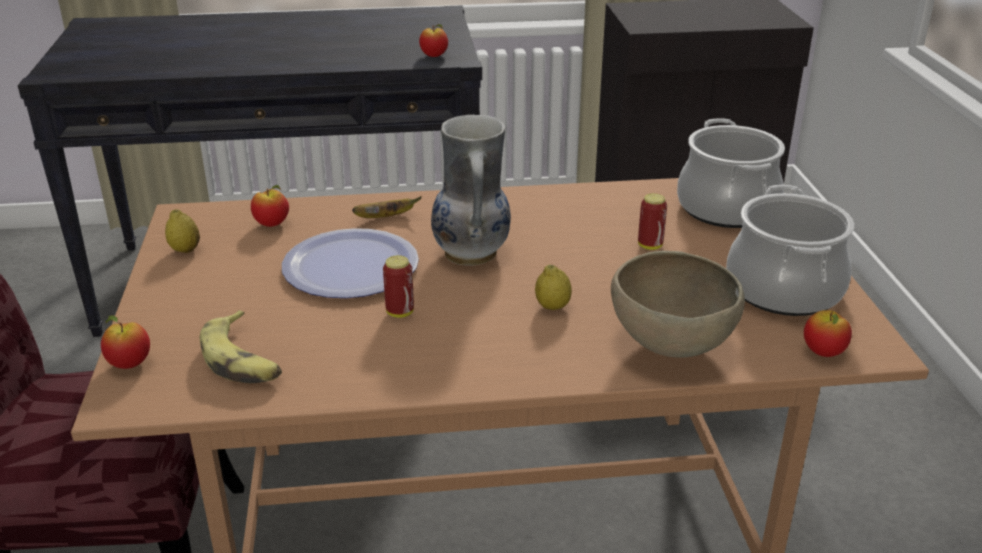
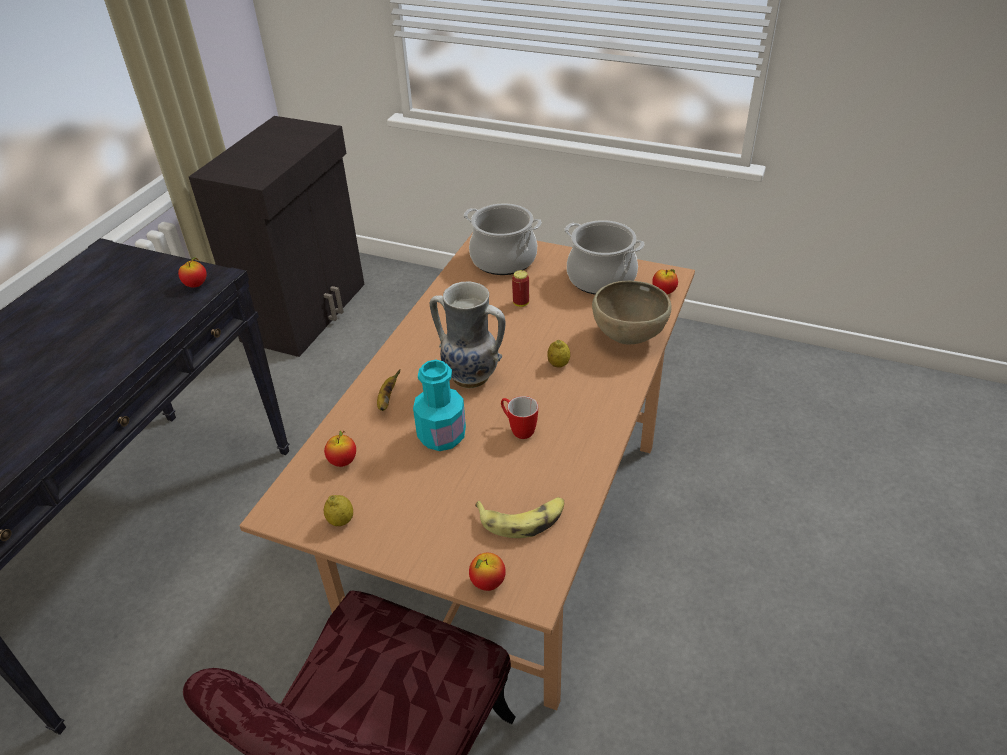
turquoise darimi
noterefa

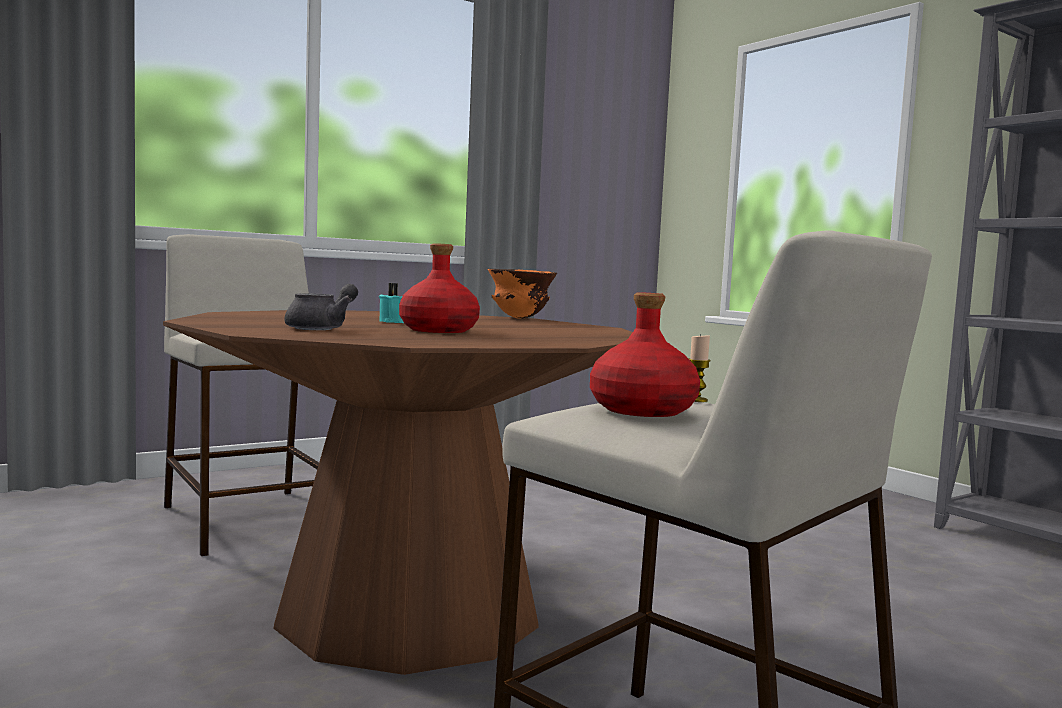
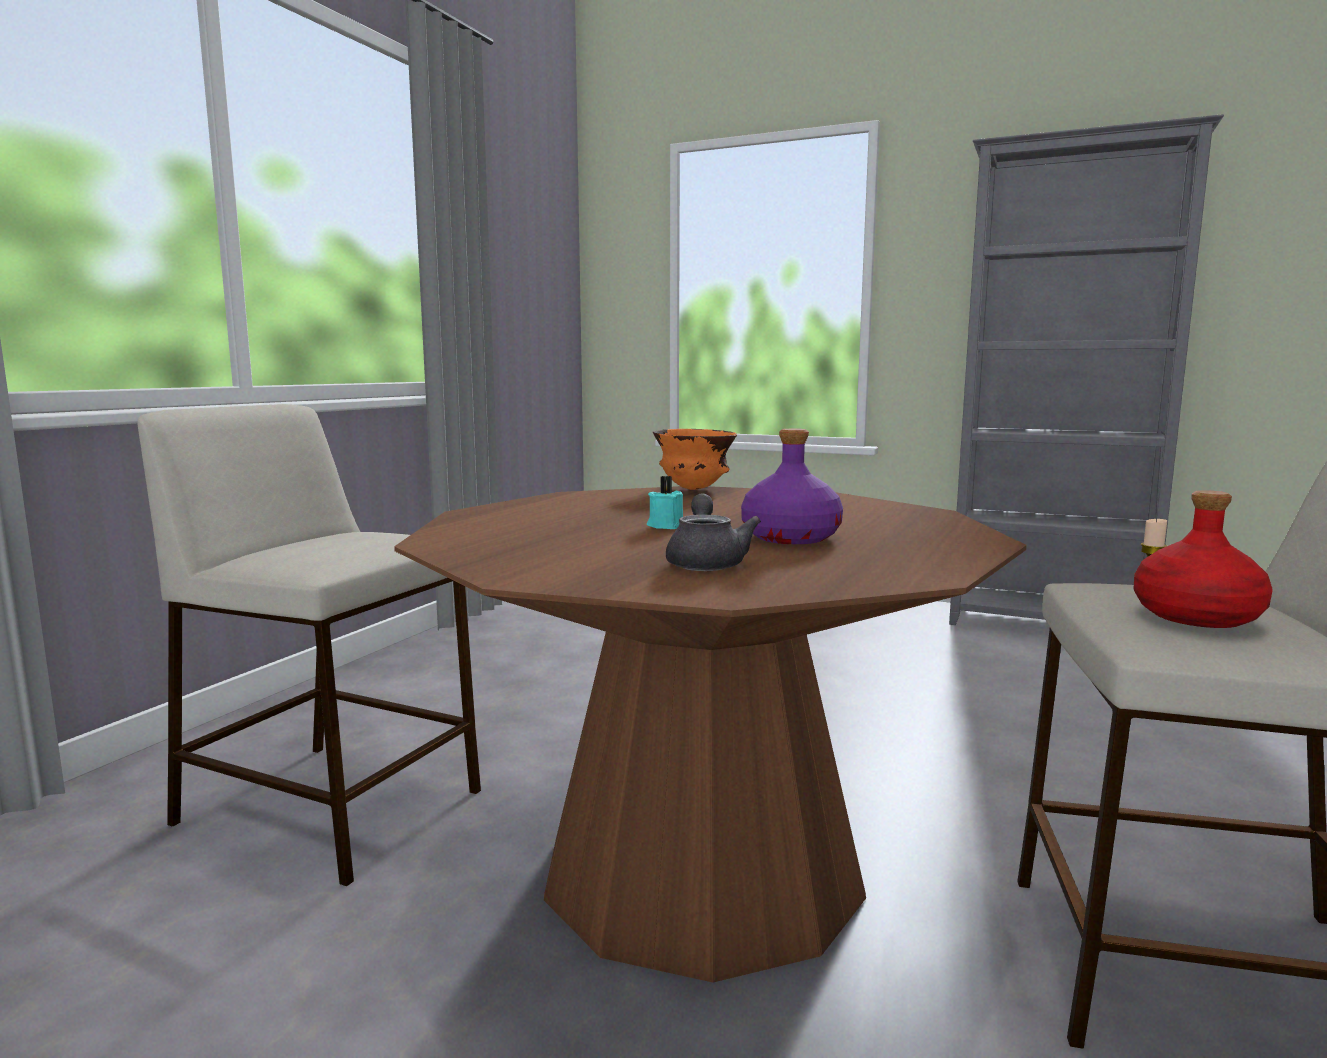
purple darimi

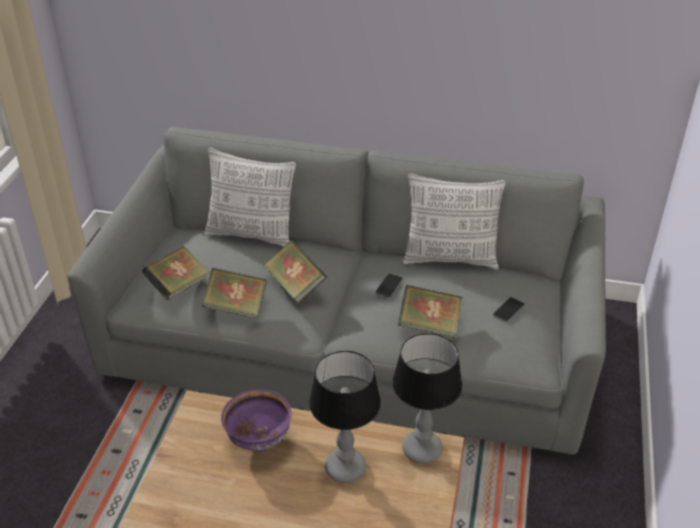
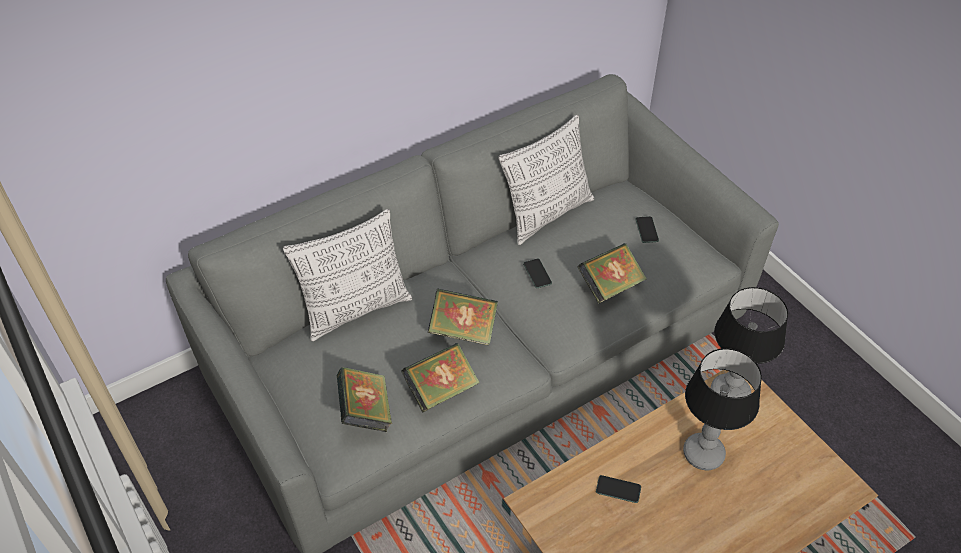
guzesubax (2nd from left)

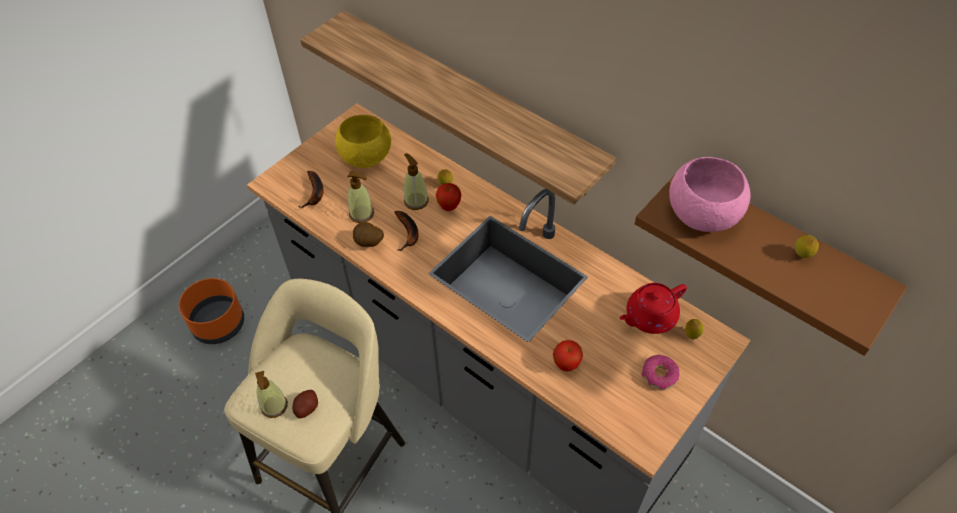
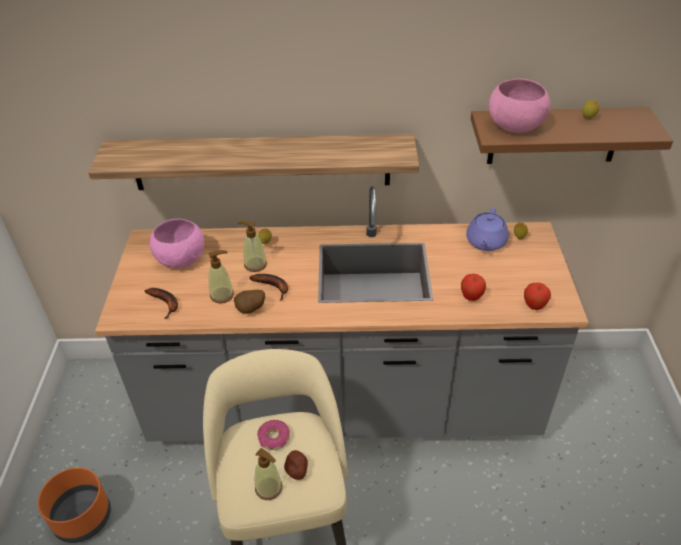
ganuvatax (2nd from left)
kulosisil
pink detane (1st from left)
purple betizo

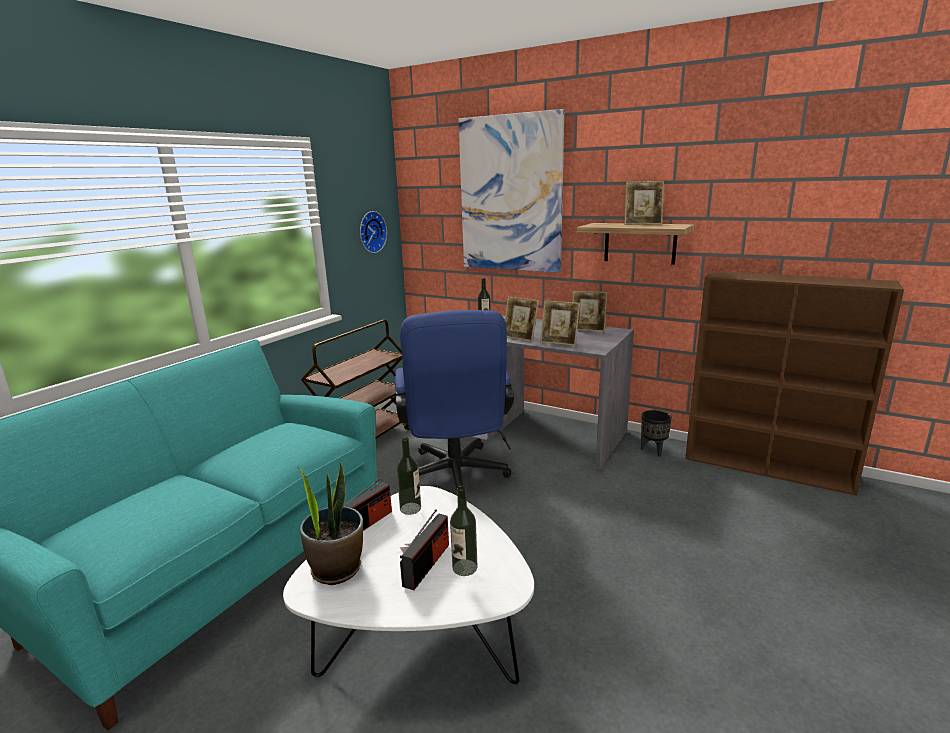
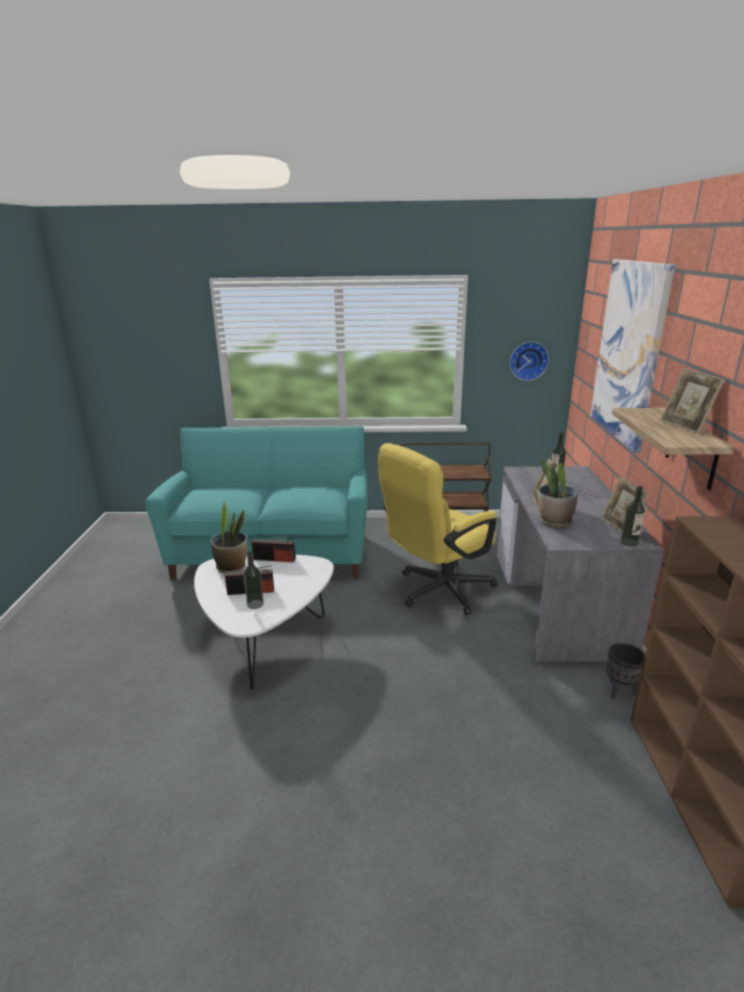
darimi (3rd from left)
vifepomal (2nd from left)
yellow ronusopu

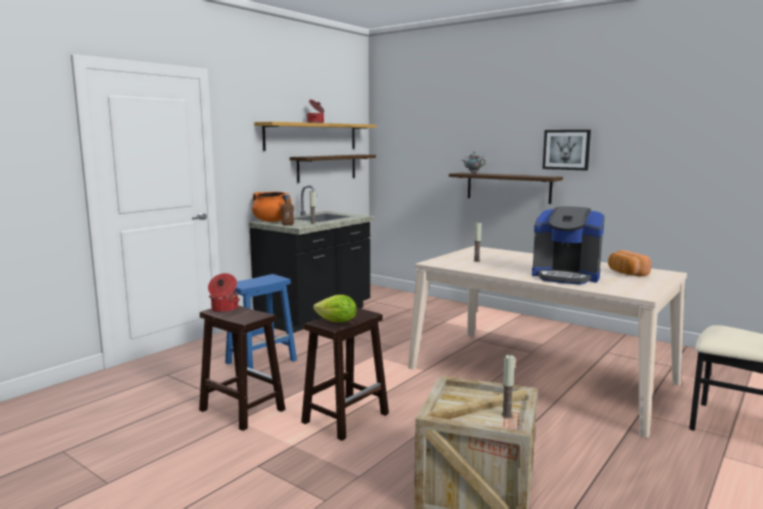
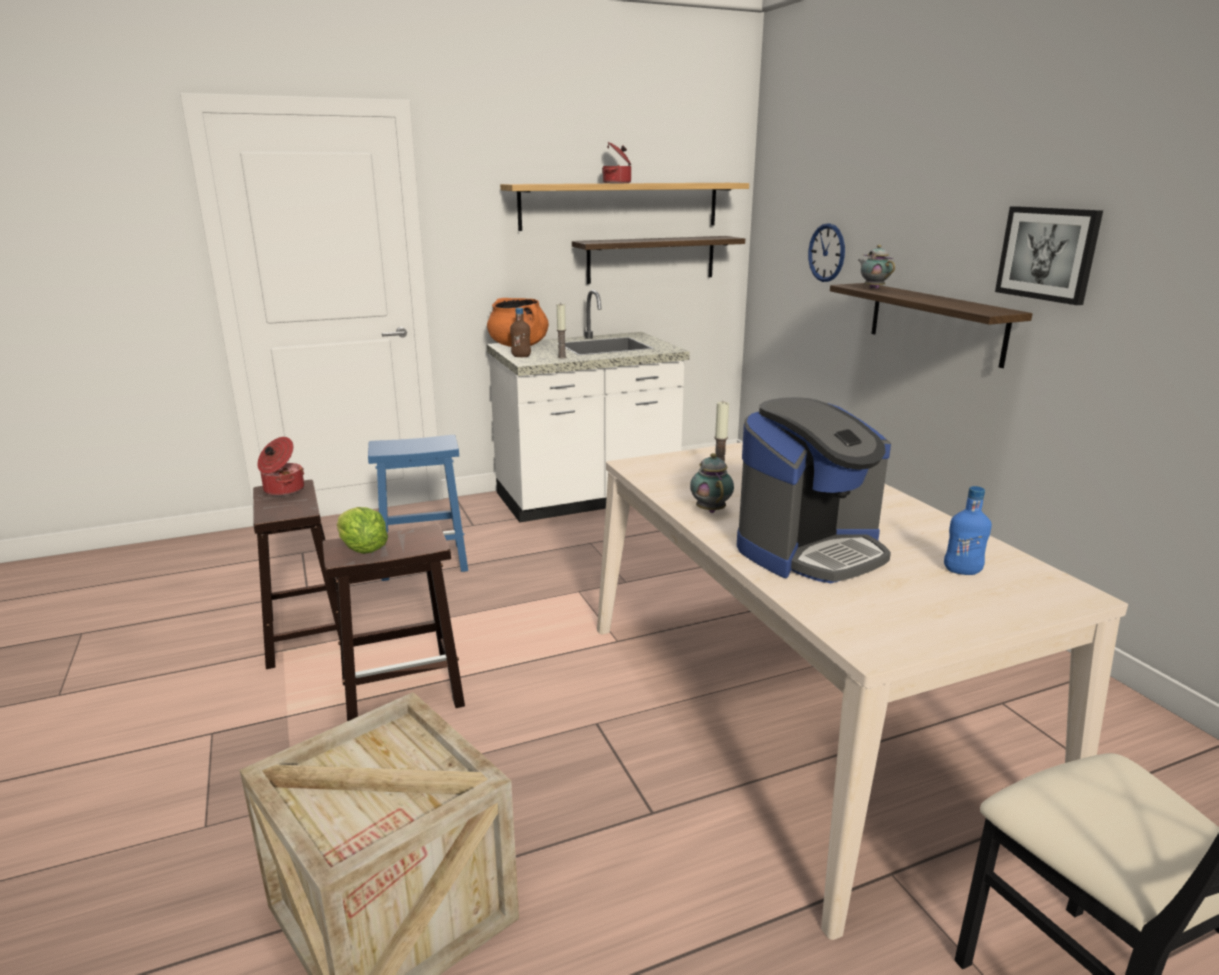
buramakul (3rd from left in the first image)
betizo (1st from left)
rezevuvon
blue darimi
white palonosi
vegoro

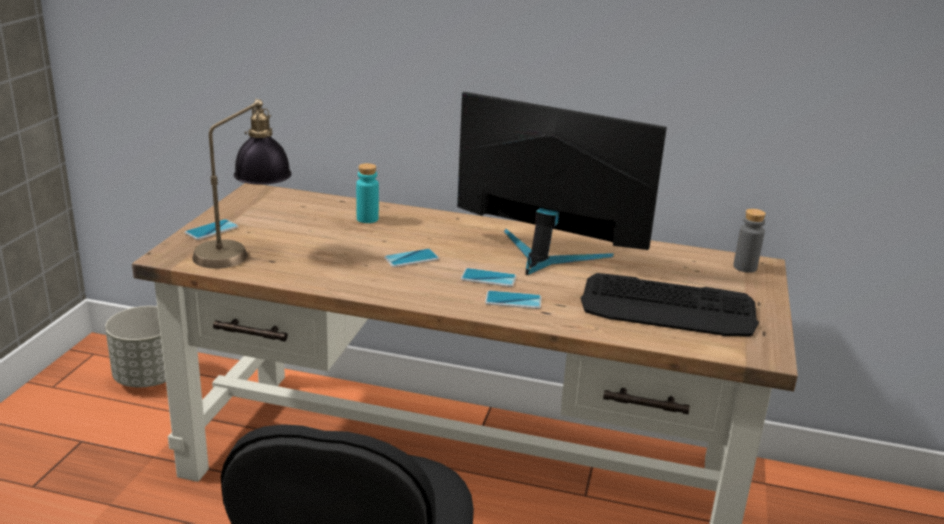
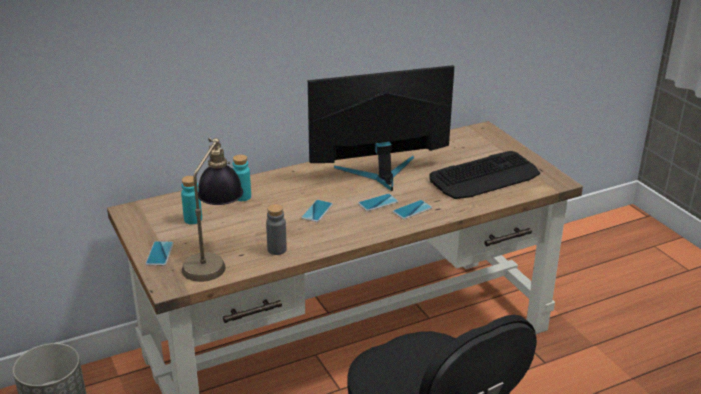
turquoise darimi (1st from left)
grey darimi

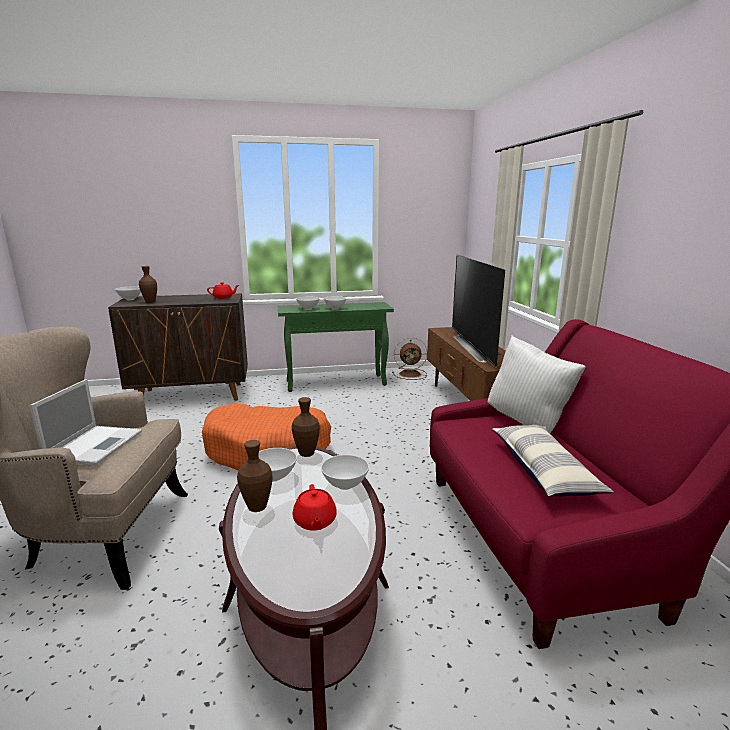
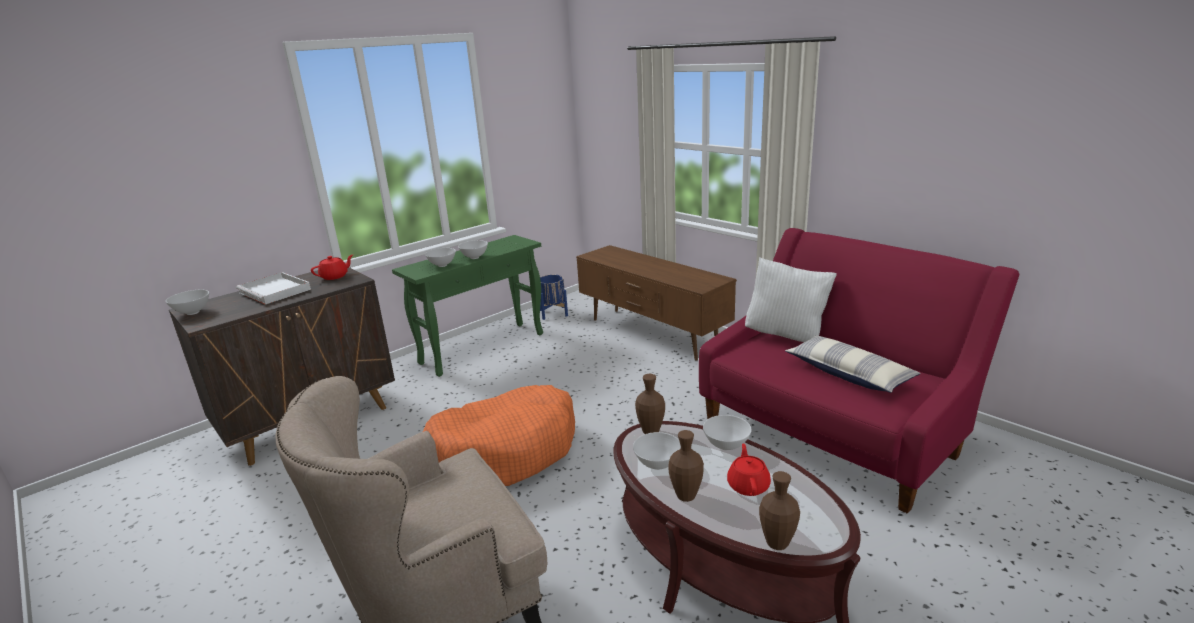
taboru
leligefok
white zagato
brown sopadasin (3rd from left)
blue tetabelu
red betizo (2nd from left)

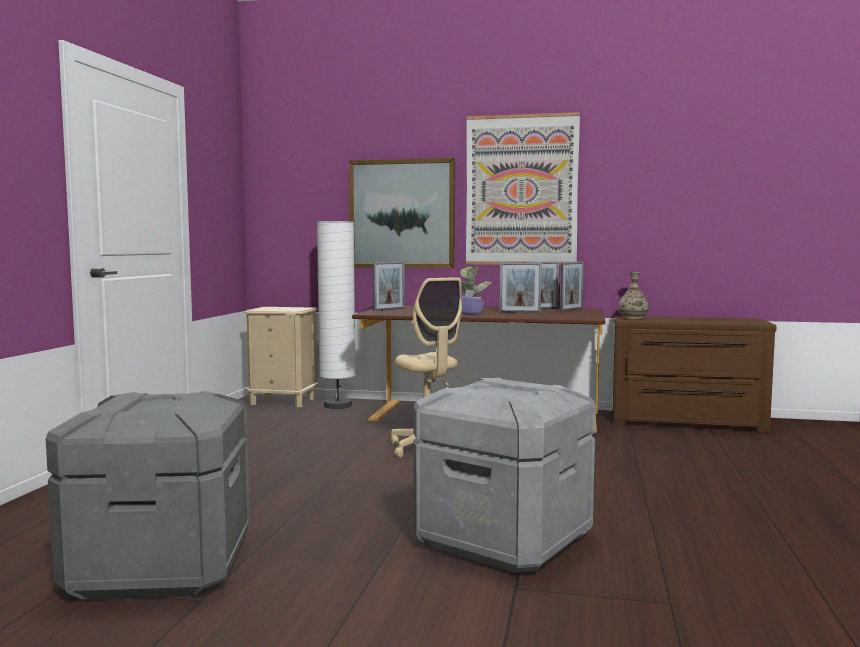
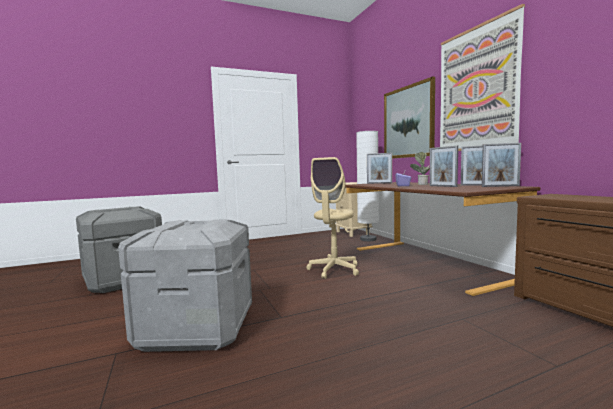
sopadasin

